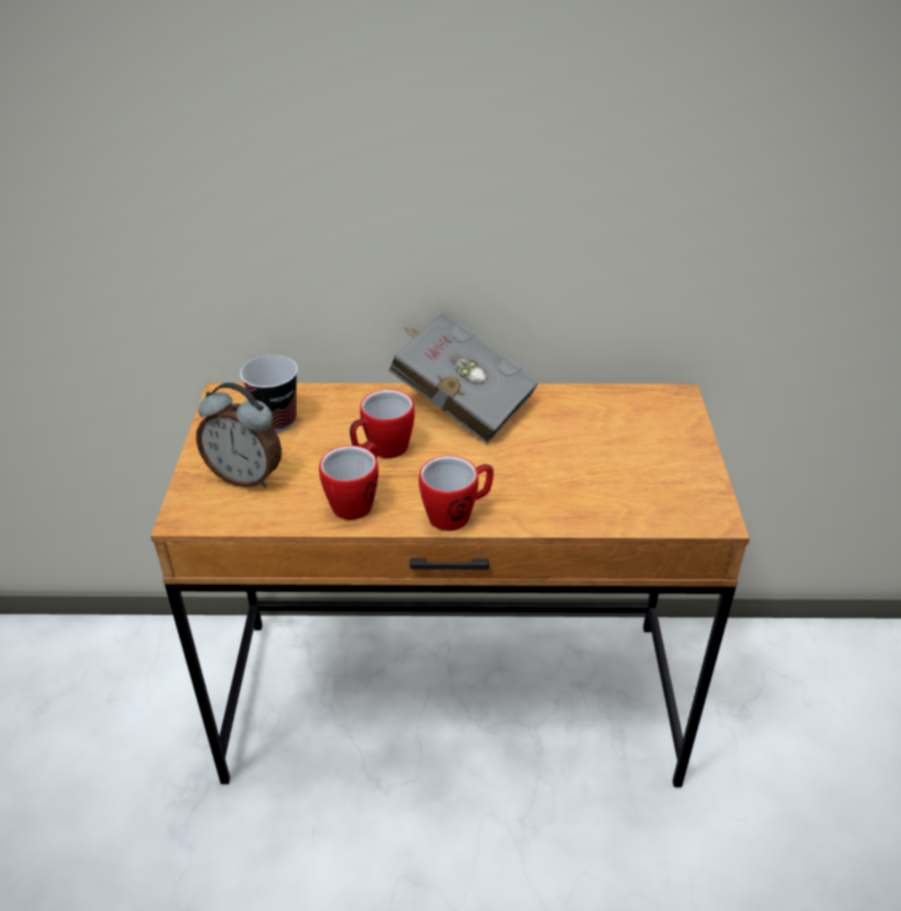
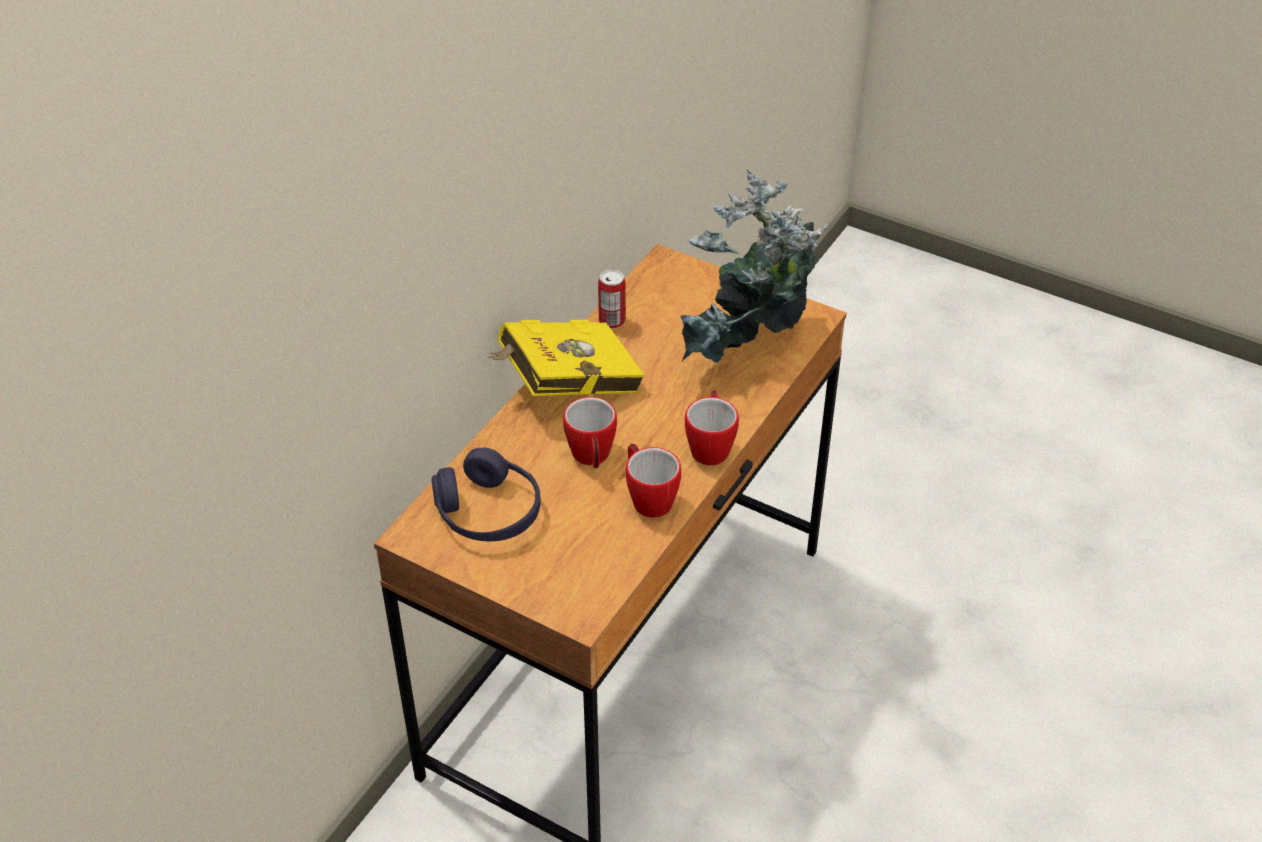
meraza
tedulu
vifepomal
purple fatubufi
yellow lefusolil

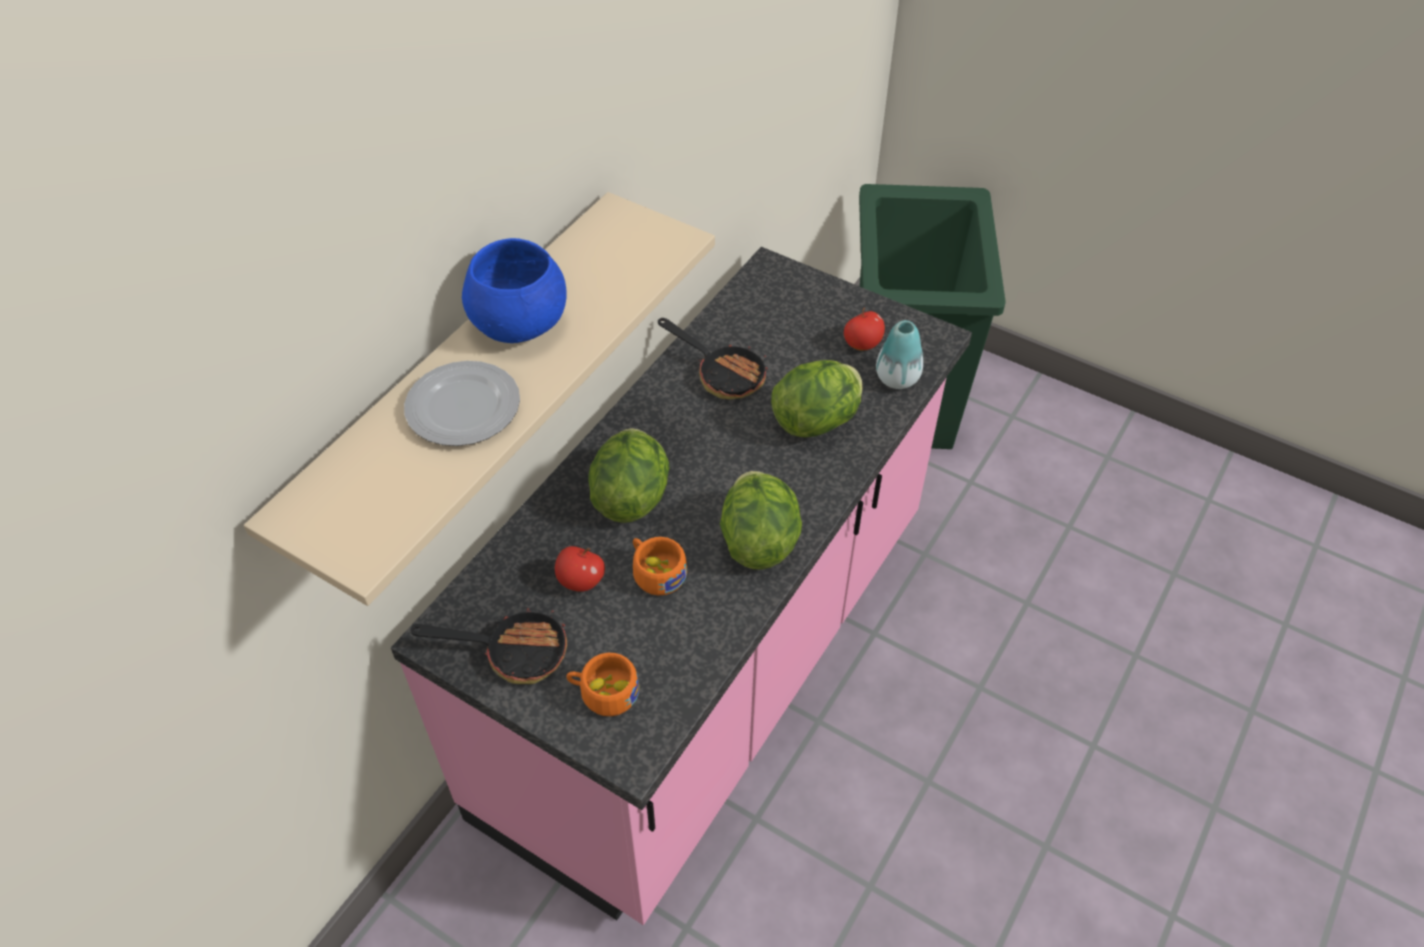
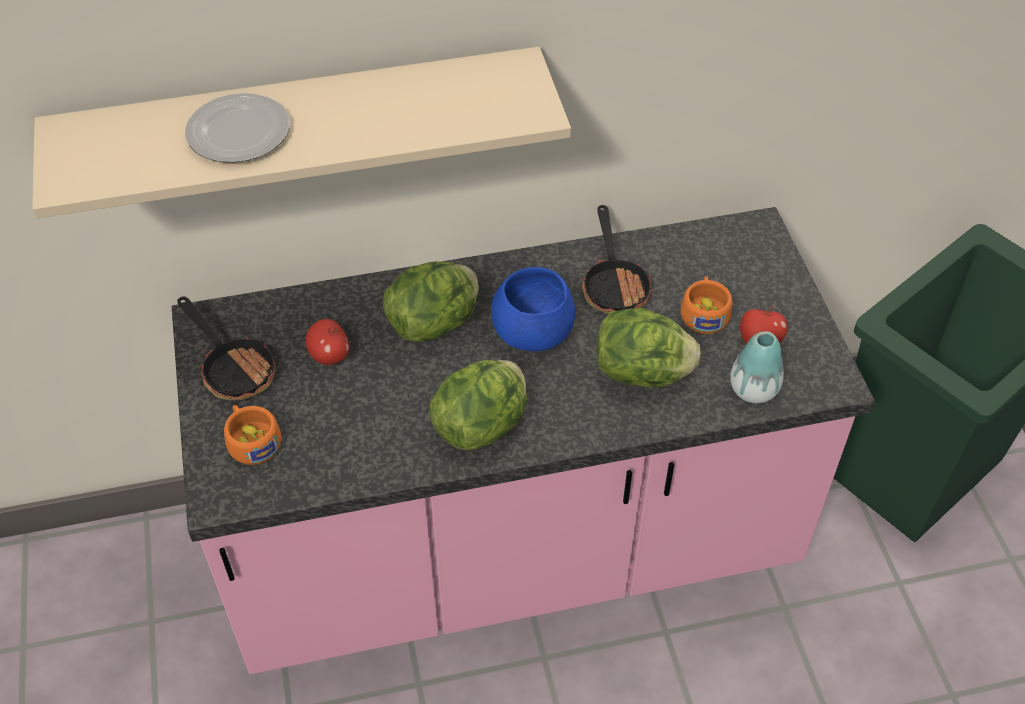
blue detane
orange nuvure (2nd from left)

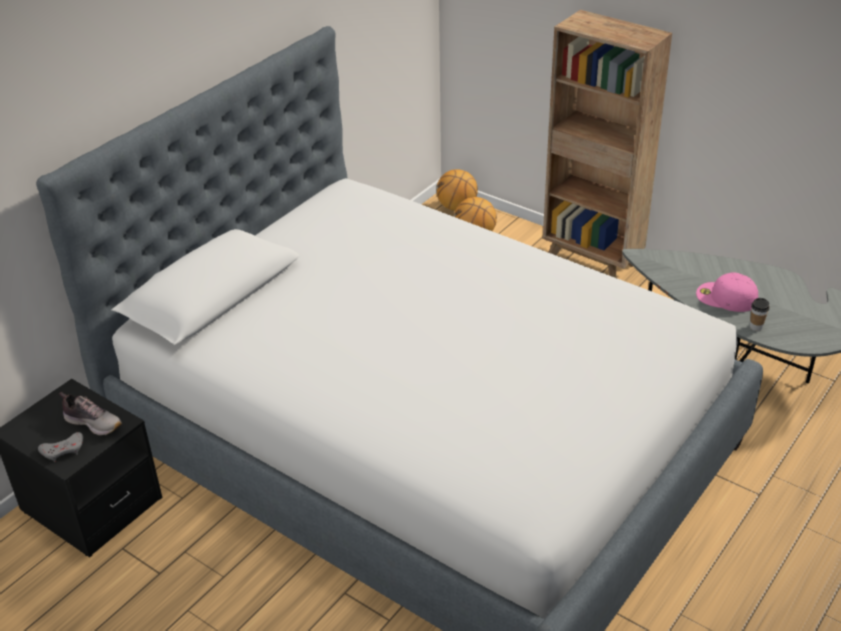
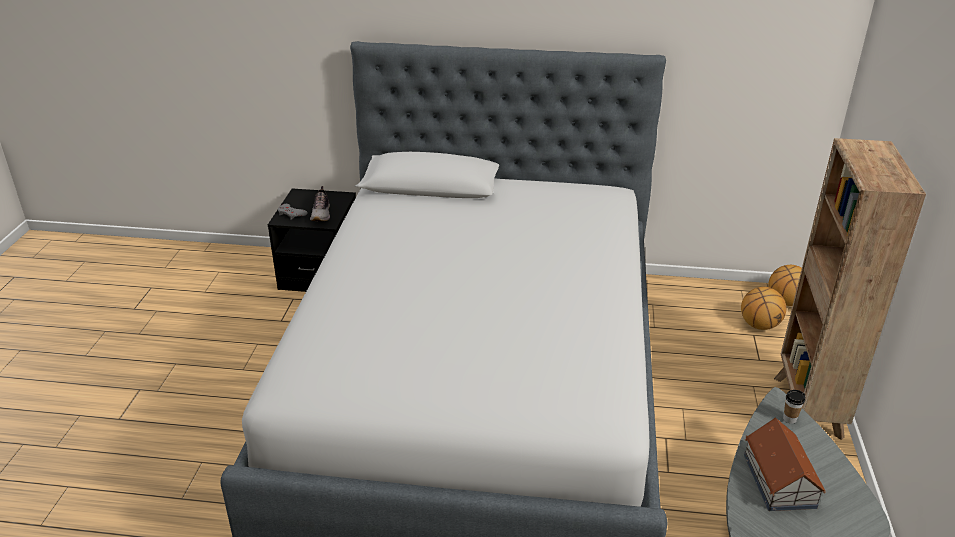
nuvure
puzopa

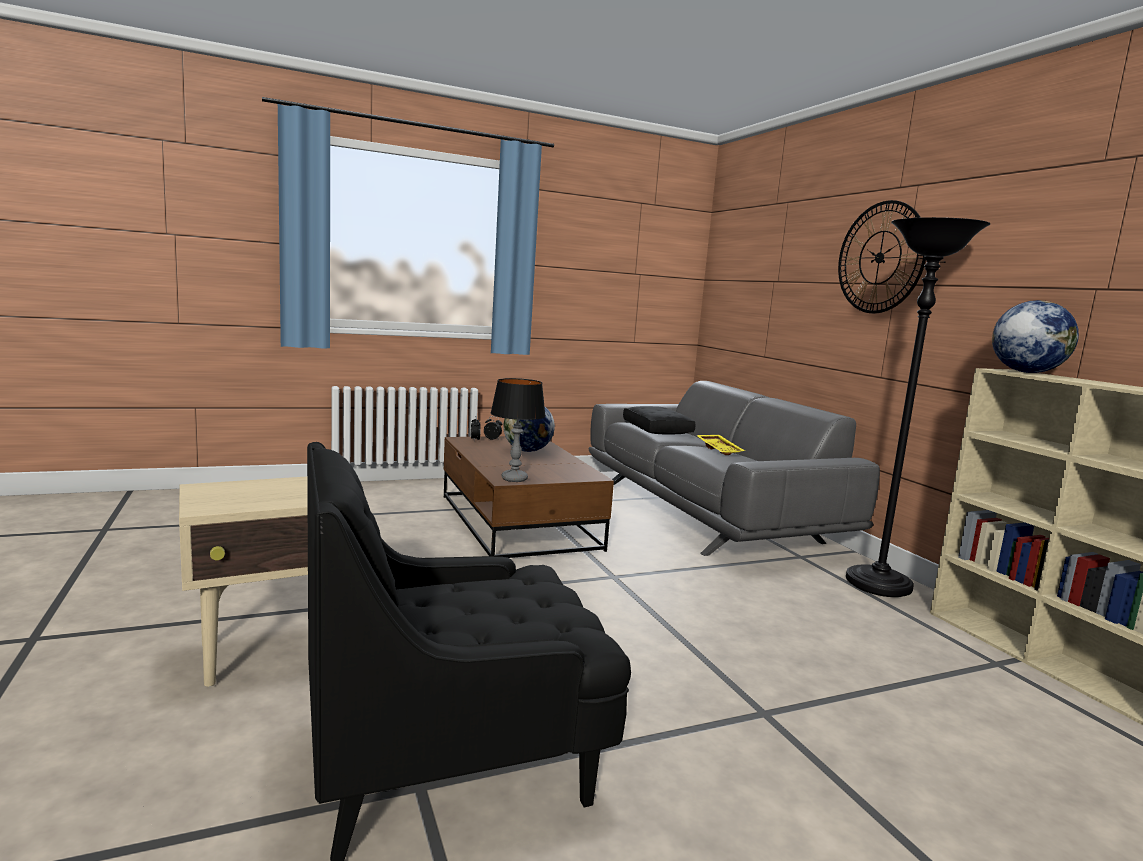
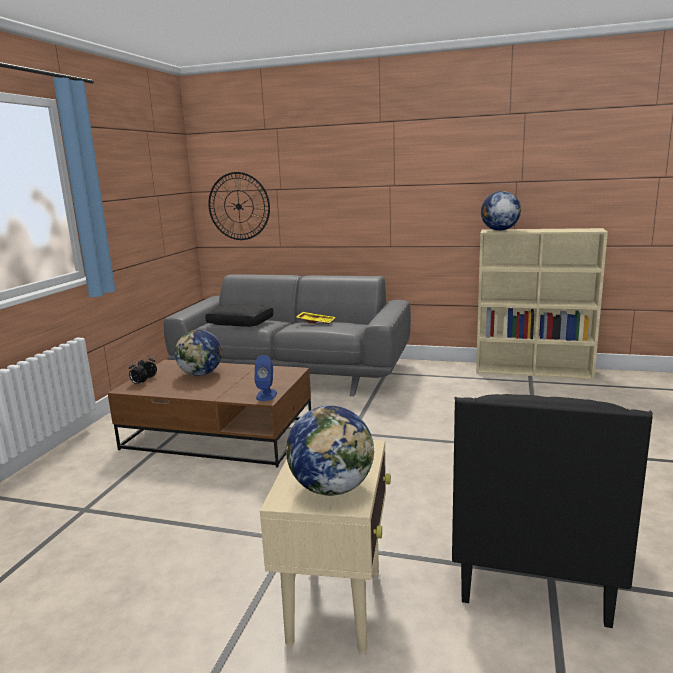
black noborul
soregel (2nd from left)
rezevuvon
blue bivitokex

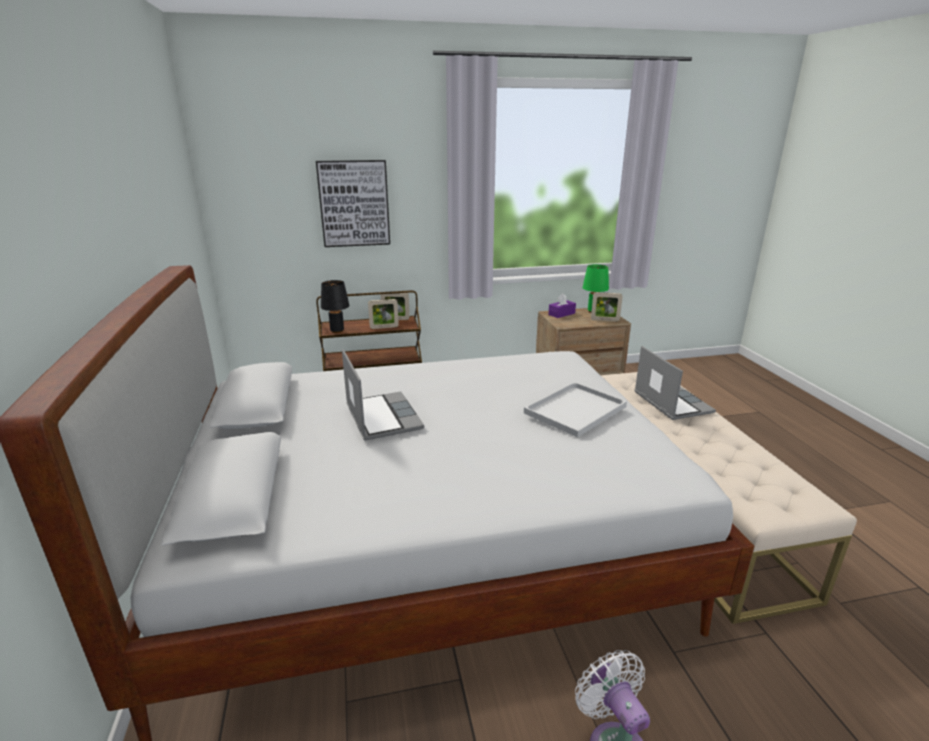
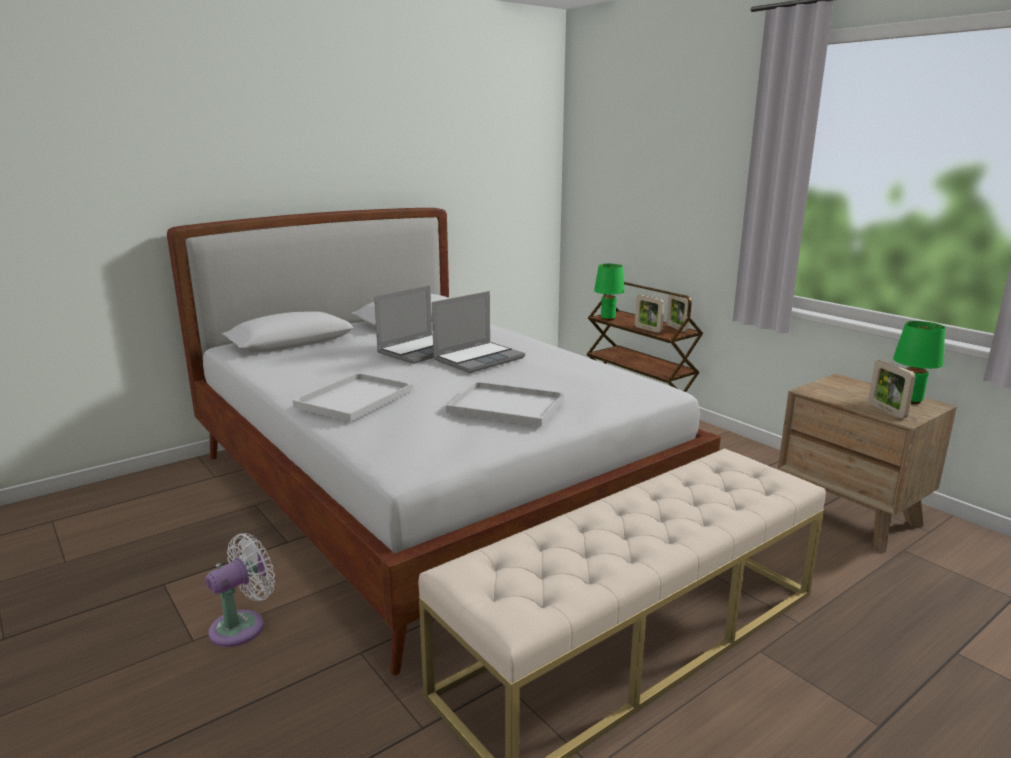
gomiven
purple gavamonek
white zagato (1st from left)
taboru (2nd from left)
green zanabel (1st from left)

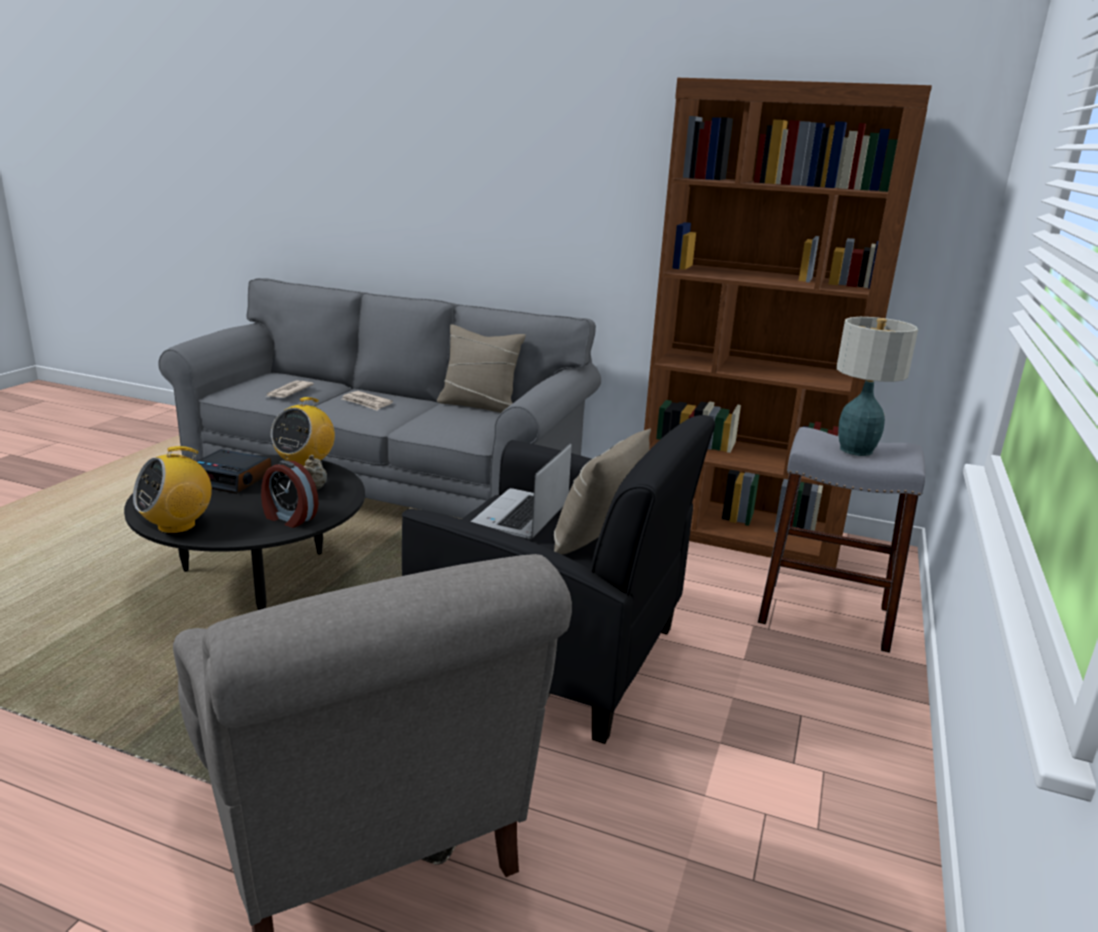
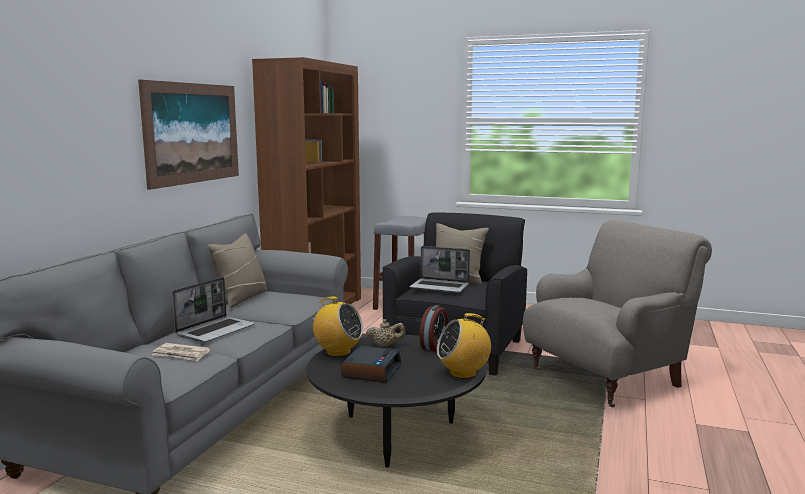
zanabel
gomiven
taboru (1st from left)
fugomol (2nd from left)

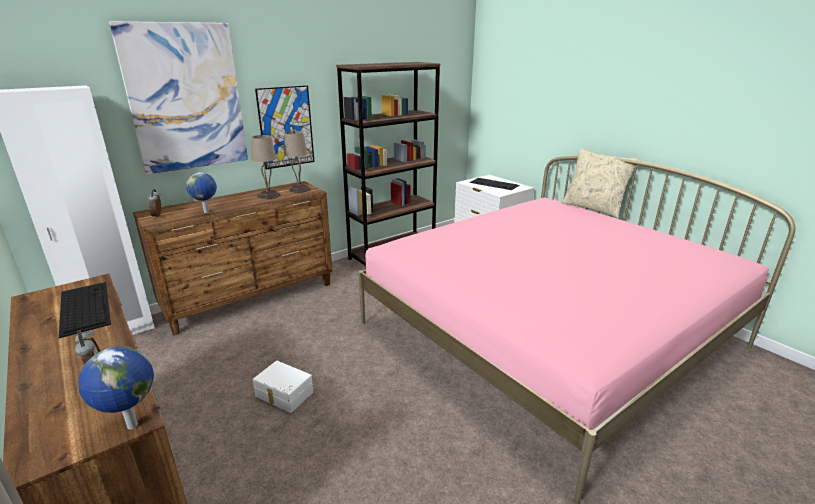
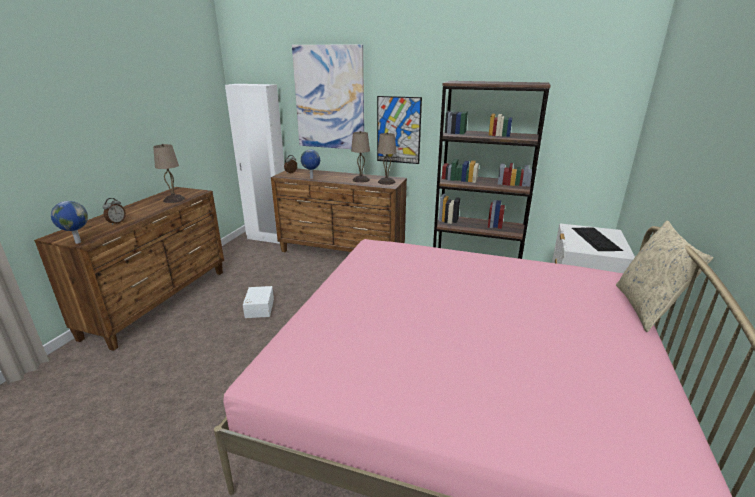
beige zanabel (1st from left)

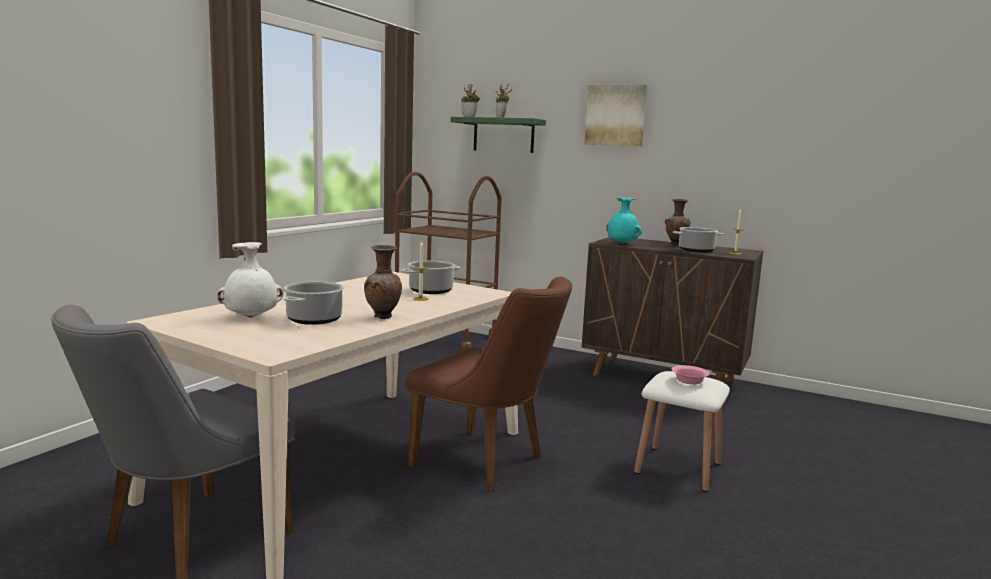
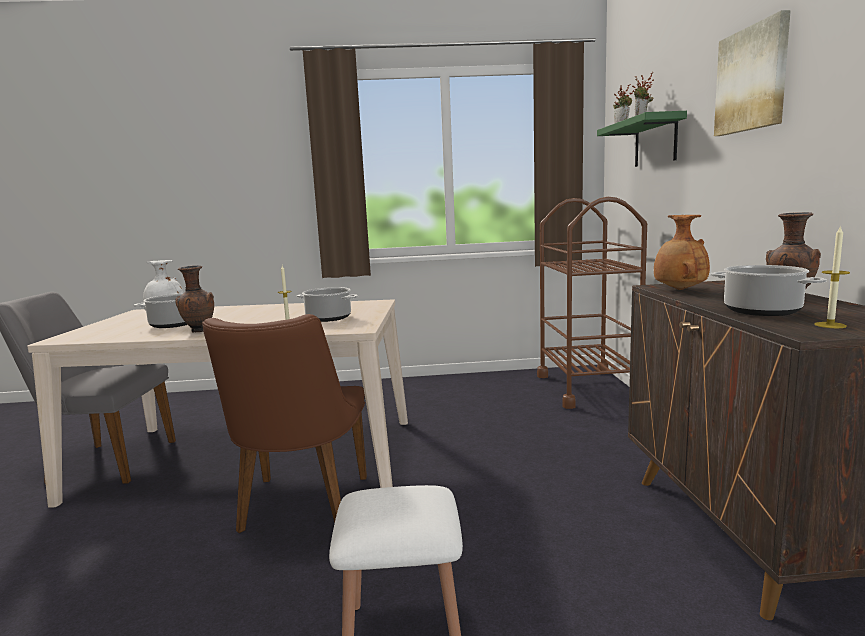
pink detane
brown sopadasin (2nd from left)

